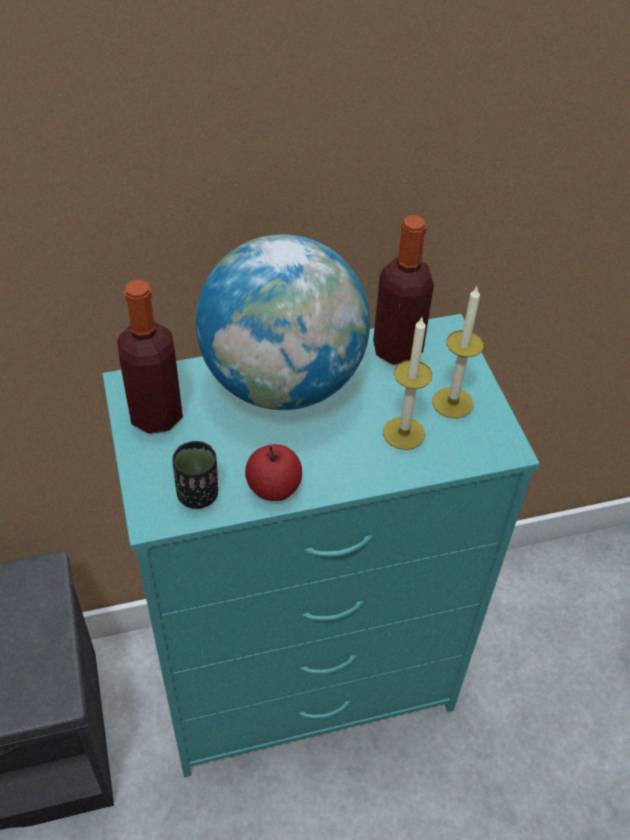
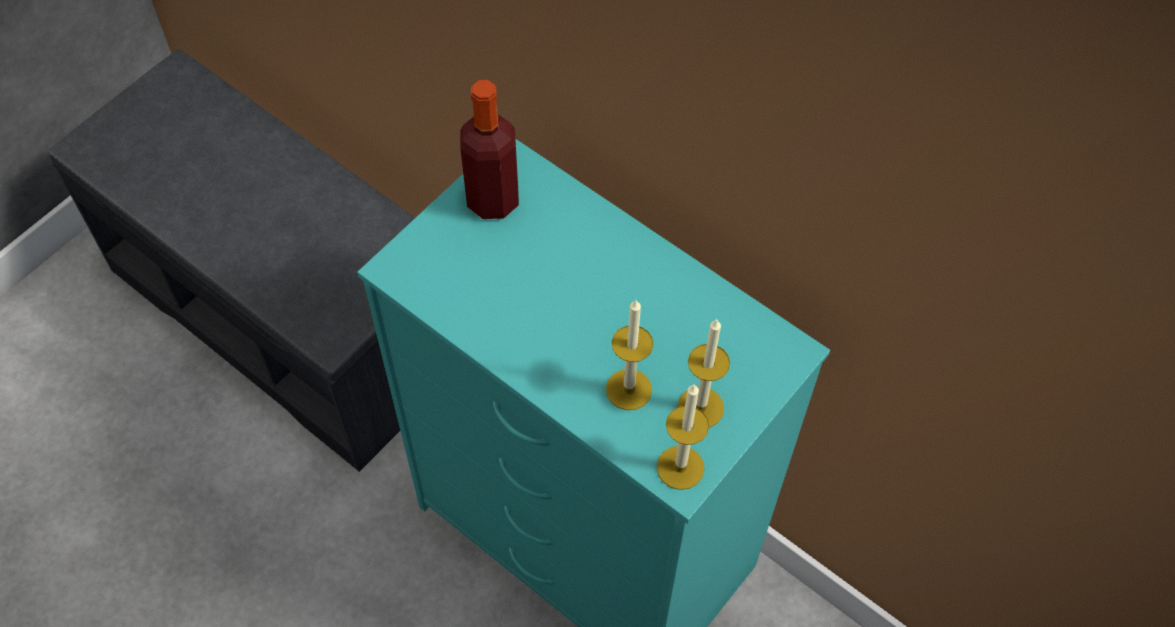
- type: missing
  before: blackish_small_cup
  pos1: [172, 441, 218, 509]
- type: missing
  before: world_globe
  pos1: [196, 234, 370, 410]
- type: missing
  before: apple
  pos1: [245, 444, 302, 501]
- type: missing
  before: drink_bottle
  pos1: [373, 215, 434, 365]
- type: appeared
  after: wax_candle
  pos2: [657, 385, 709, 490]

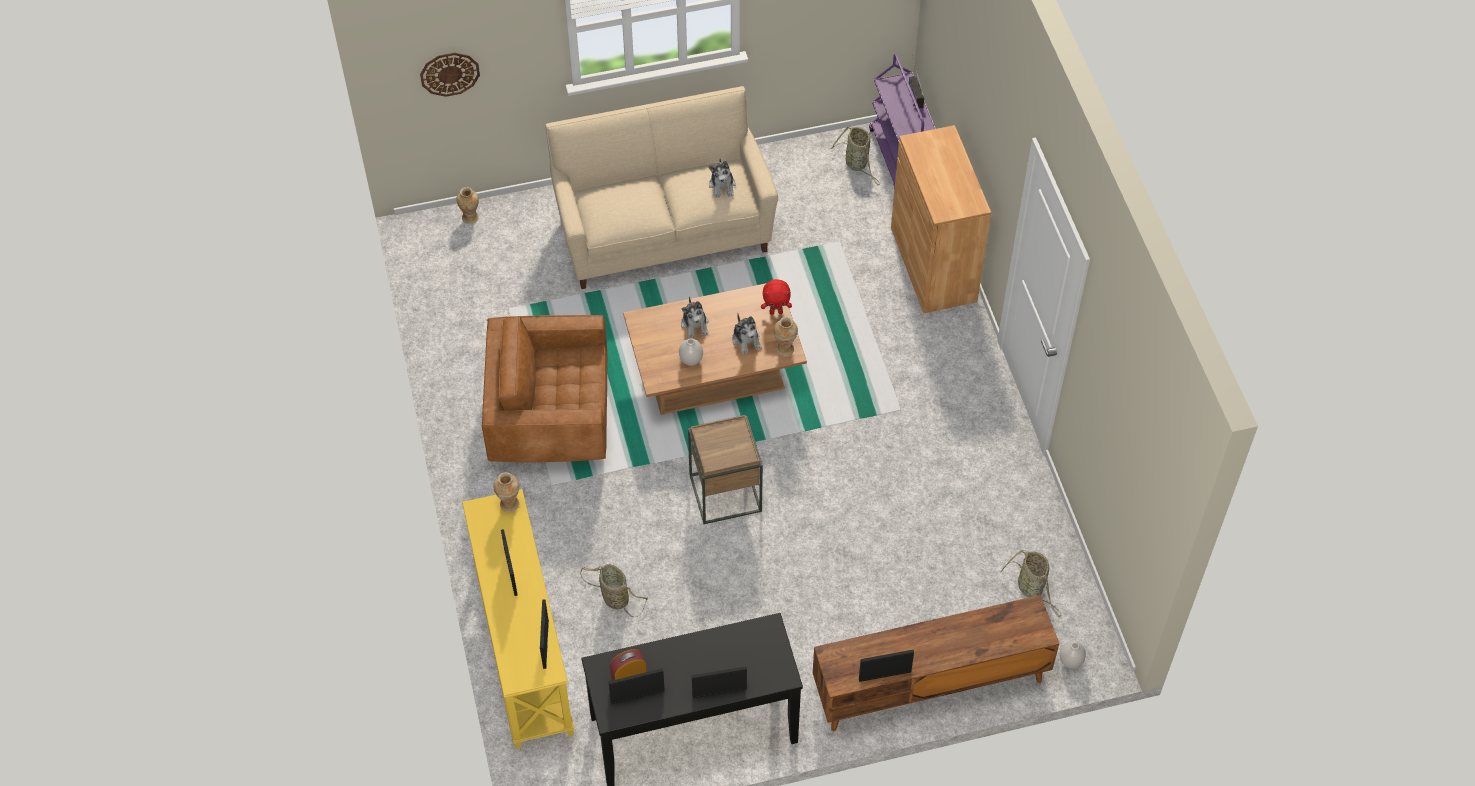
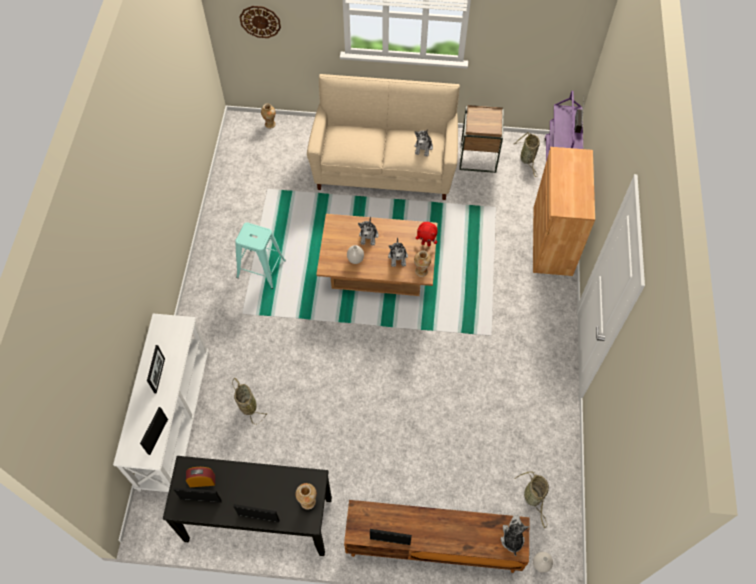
- type: colour
  before: yellow_narrow_table
  after: white_narrow_table
  pos1: [462, 489, 574, 749]
  pos2: [113, 313, 209, 492]
- type: exchanged
  before: brown_easy_chair
  after: turquoise-coloured_sitting_stool
  pos1: [482, 315, 608, 462]
  pos2: [235, 222, 286, 289]
- type: relocated
  before: flower_vase
  pos1: [493, 472, 519, 512]
  pos2: [295, 483, 317, 510]
- type: relocated
  before: brown_accent_table
  pos1: [688, 415, 763, 524]
  pos2: [459, 105, 504, 173]
- type: appeared
  after: plush_toy
  pos2: [501, 515, 529, 556]

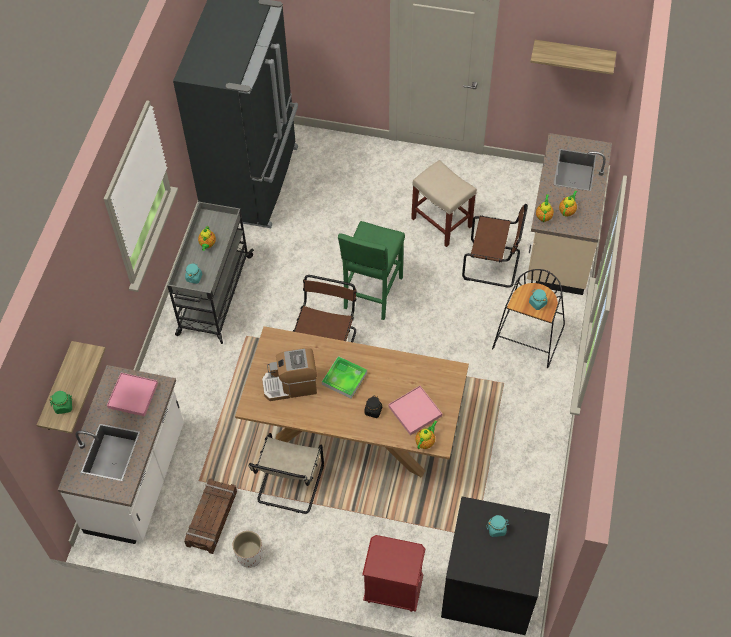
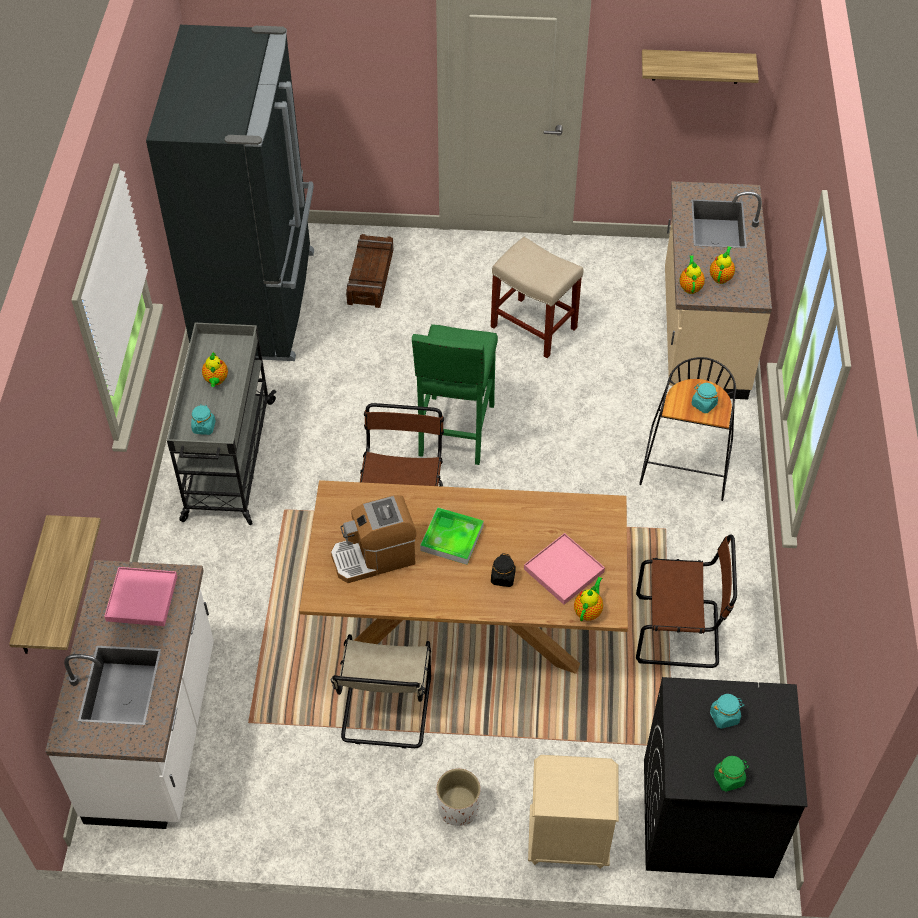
- type: relocated
  before: green-coloured_storage_jar
  pos1: [49, 391, 72, 414]
  pos2: [714, 756, 749, 792]
- type: relocated
  before: shipping_crate
  pos1: [184, 478, 237, 554]
  pos2: [346, 234, 393, 308]
- type: relocated
  before: white_plant_pot
  pos1: [232, 531, 263, 568]
  pos2: [436, 769, 480, 826]
- type: colour
  before: red-coloured_bedside_table
  after: beige-coloured_bedside_table
  pos1: [362, 535, 425, 612]
  pos2: [528, 755, 619, 869]
- type: relocated
  before: brown_chair
  pos1: [462, 204, 528, 288]
  pos2: [636, 534, 737, 668]

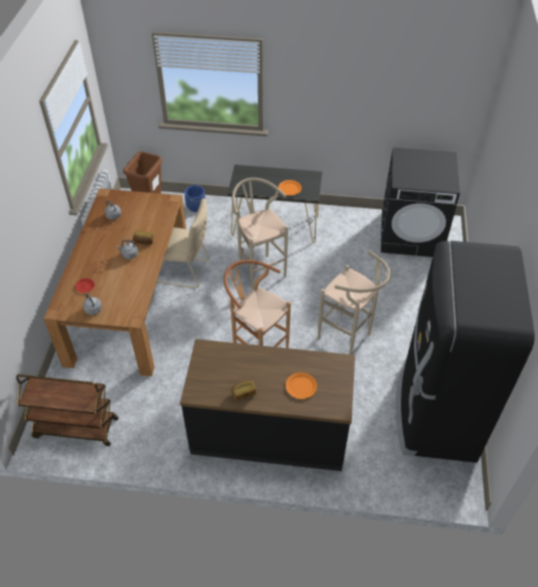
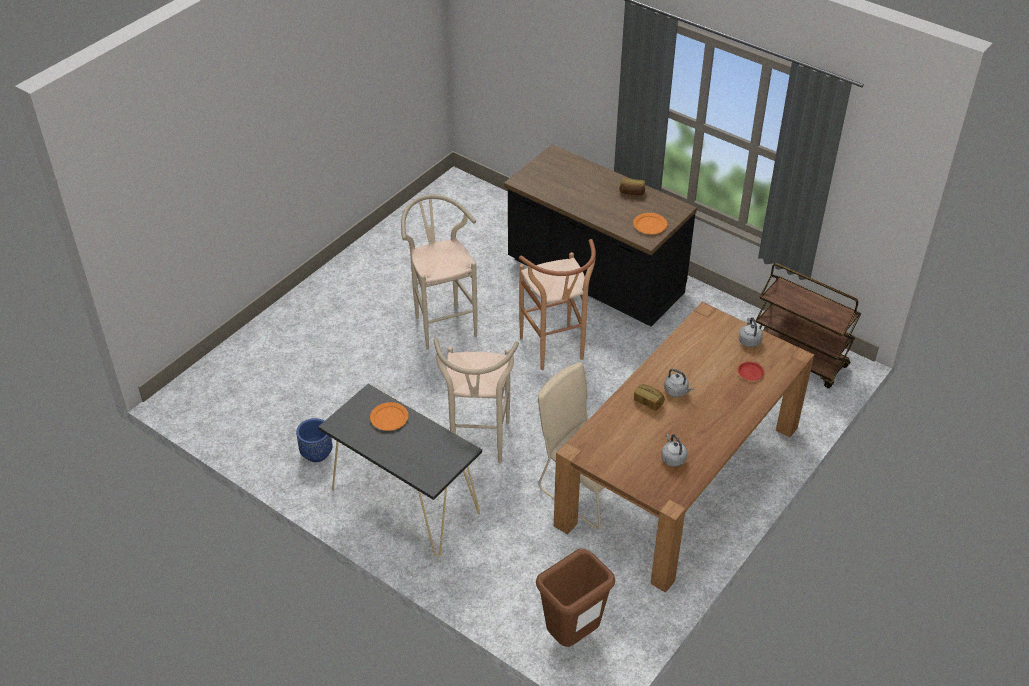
- type: relocated
  before: blue_plant_pot
  pos1: [184, 185, 205, 212]
  pos2: [296, 418, 333, 462]
- type: relocated
  before: orangey_dinner_plate
  pos1: [286, 372, 317, 399]
  pos2: [633, 213, 667, 234]
- type: missing
  before: blackish_laundry_appliance
  pos1: [381, 147, 460, 257]
- type: missing
  before: blackish_kitchen_fridge
  pos1: [396, 241, 535, 463]

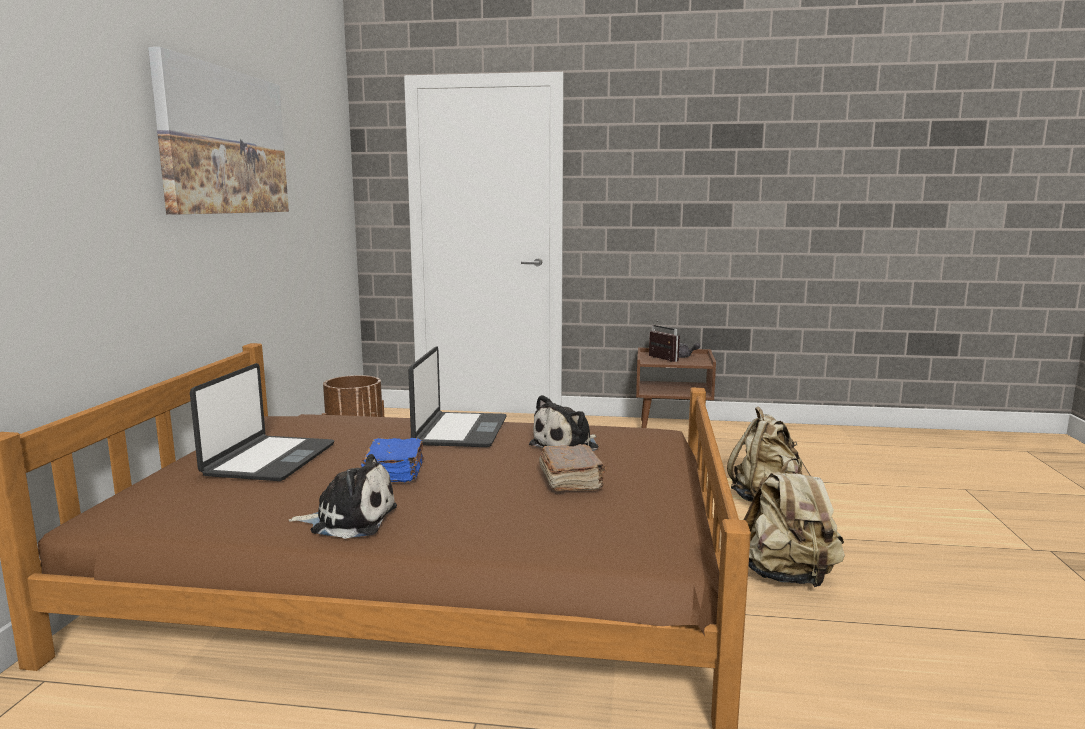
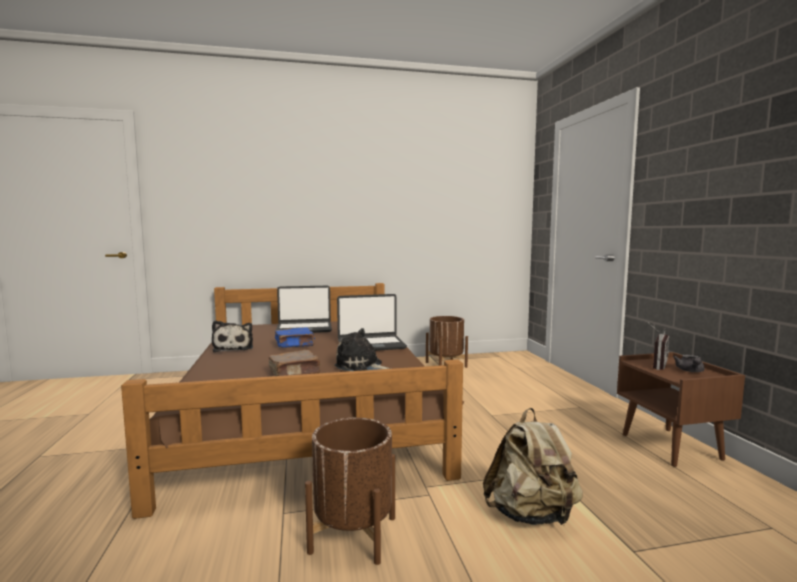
- type: missing
  before: picture
  pos1: [148, 47, 289, 214]
- type: exchanged
  before: beige-coloured_backpack
  after: brown_plant_pot
  pos1: [743, 458, 845, 587]
  pos2: [305, 418, 395, 565]

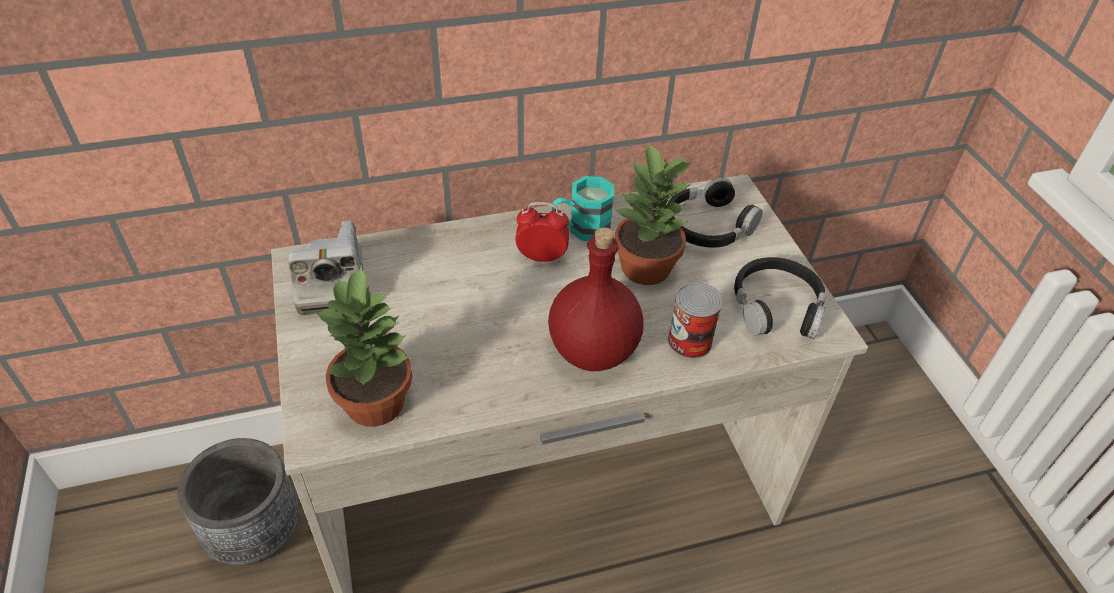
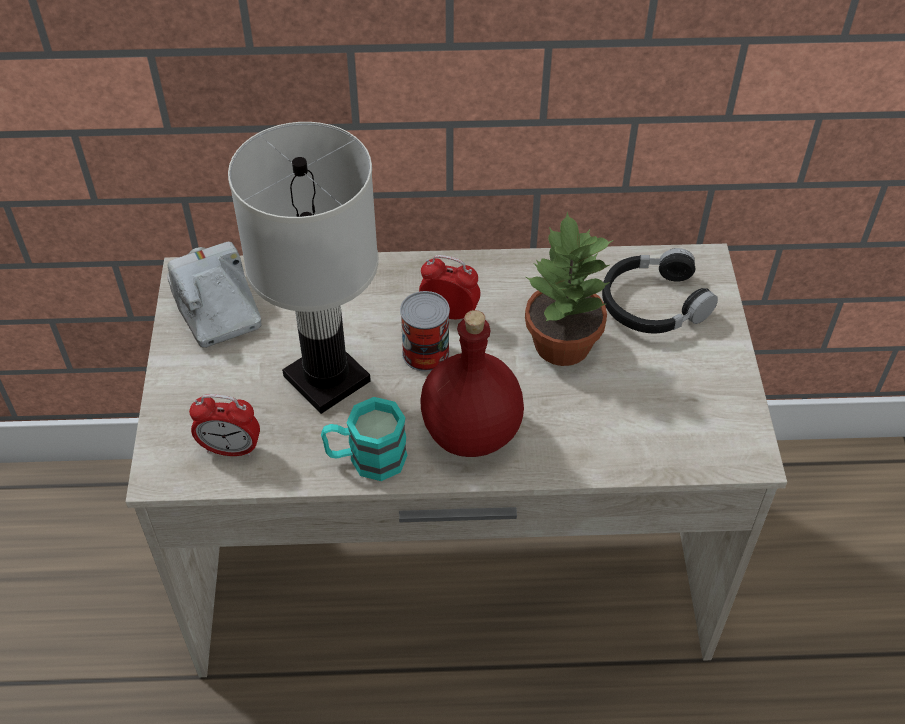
- type: missing
  before: greyish_plant_pot
  pos1: [177, 438, 299, 566]
- type: spun
  before: photo_camera
  pos1: [288, 221, 363, 315]
  pos2: [167, 242, 262, 348]
  turn: 150
- type: exchanged
  before: plant_in_a_pot
  after: alarm_clock
  pos1: [313, 265, 412, 427]
  pos2: [189, 394, 260, 457]
- type: relocated
  before: turquoise-coloured_coffee_mug
  pos1: [552, 176, 614, 241]
  pos2: [321, 397, 407, 481]
- type: relocated
  before: metal_can
  pos1: [668, 282, 723, 359]
  pos2: [400, 291, 450, 372]
- type: missing
  before: blackish_headset
  pos1: [734, 257, 826, 339]
- type: appeared
  after: white_lamp_for_a_table
  pos2: [228, 122, 378, 414]

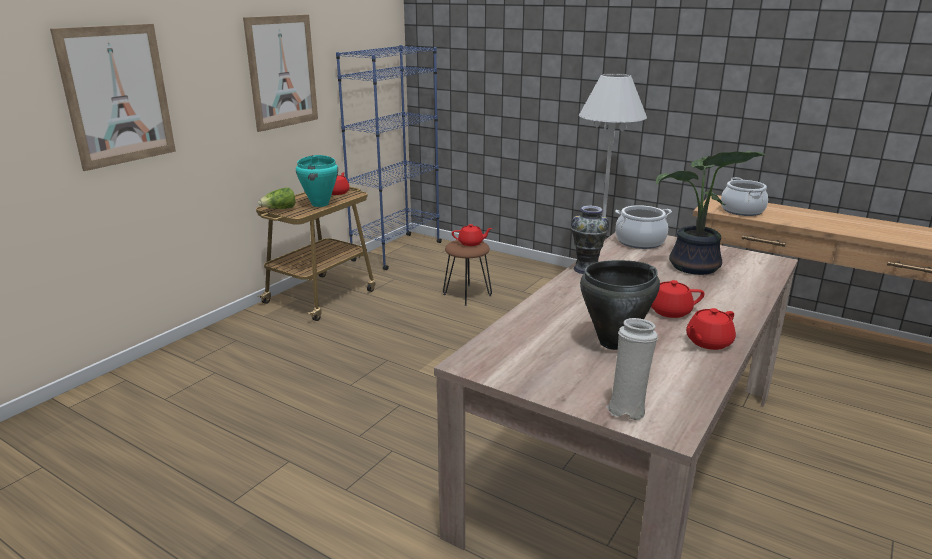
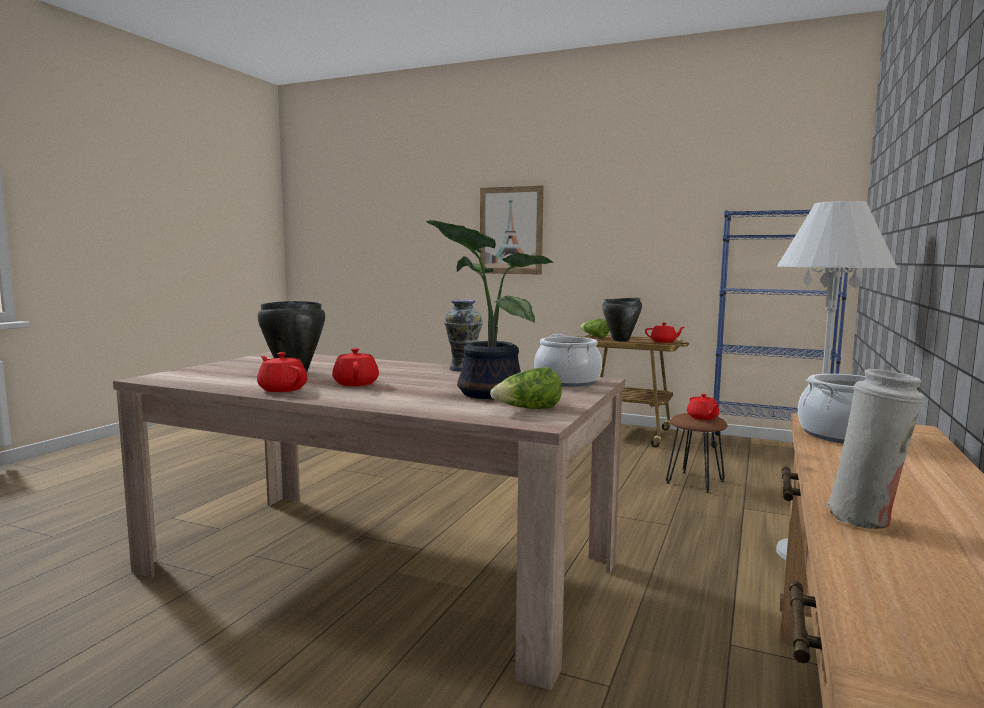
- type: missing
  before: picture
  pos1: [243, 14, 318, 132]
- type: colour
  before: turquoise-coloured_cooking_pot
  after: blackish_cooking_pot
  pos1: [296, 155, 338, 207]
  pos2: [602, 297, 642, 341]
- type: relocated
  before: white_flower_vase
  pos1: [606, 318, 658, 420]
  pos2: [824, 369, 924, 529]
- type: appeared
  after: head_of_lettuce
  pos2: [490, 367, 562, 409]

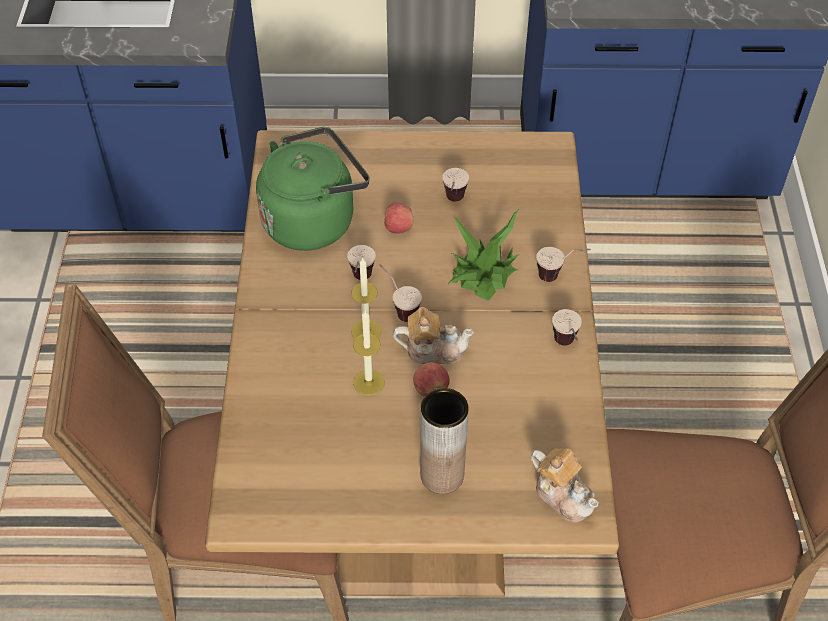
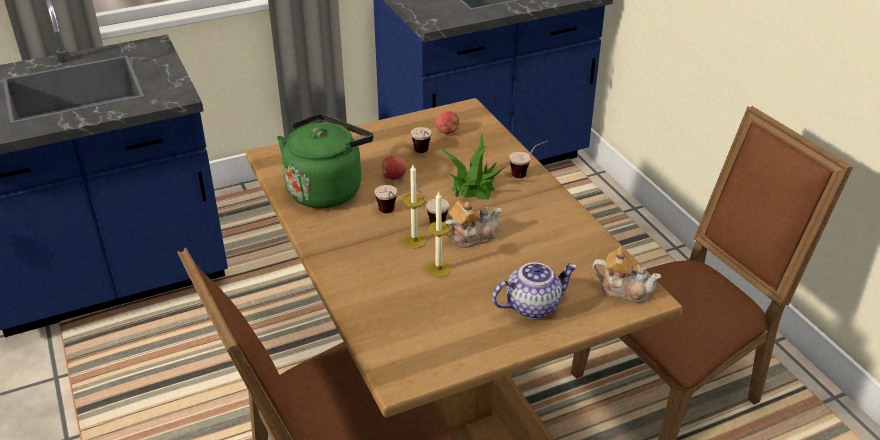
- type: relocated
  before: apple
  pos1: [413, 362, 449, 397]
  pos2: [435, 111, 459, 134]
- type: exchanged
  before: brown_flower_vase
  after: tea_pot
  pos1: [420, 388, 469, 494]
  pos2: [492, 262, 577, 319]
- type: missing
  before: small_cup
  pos1: [552, 309, 582, 346]

